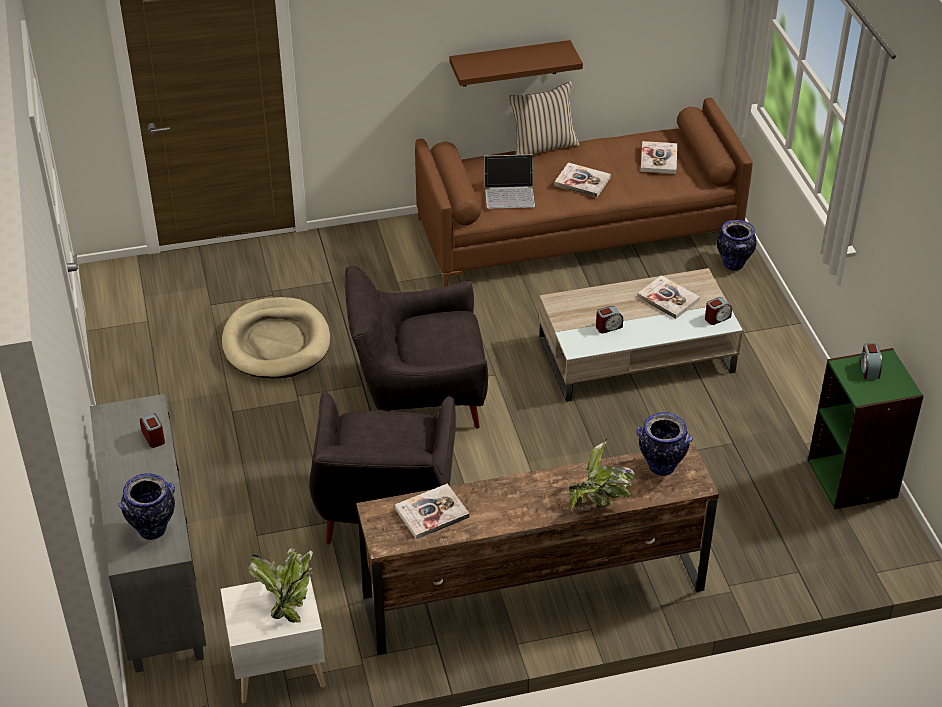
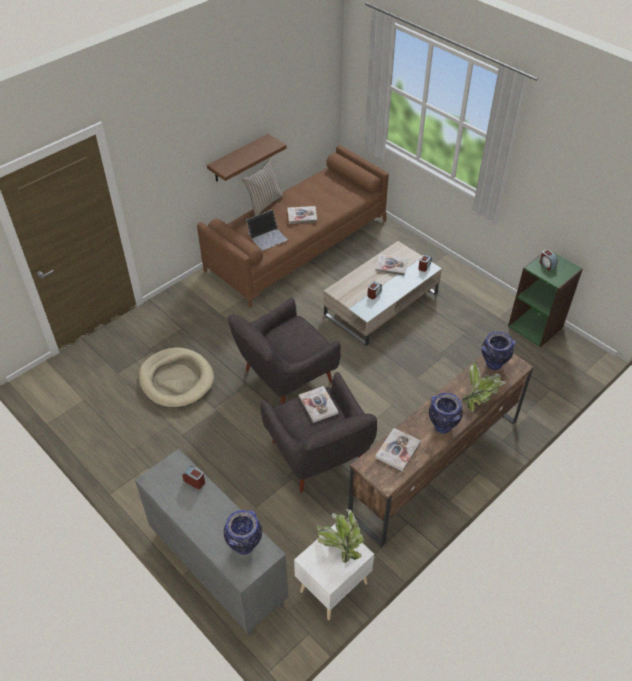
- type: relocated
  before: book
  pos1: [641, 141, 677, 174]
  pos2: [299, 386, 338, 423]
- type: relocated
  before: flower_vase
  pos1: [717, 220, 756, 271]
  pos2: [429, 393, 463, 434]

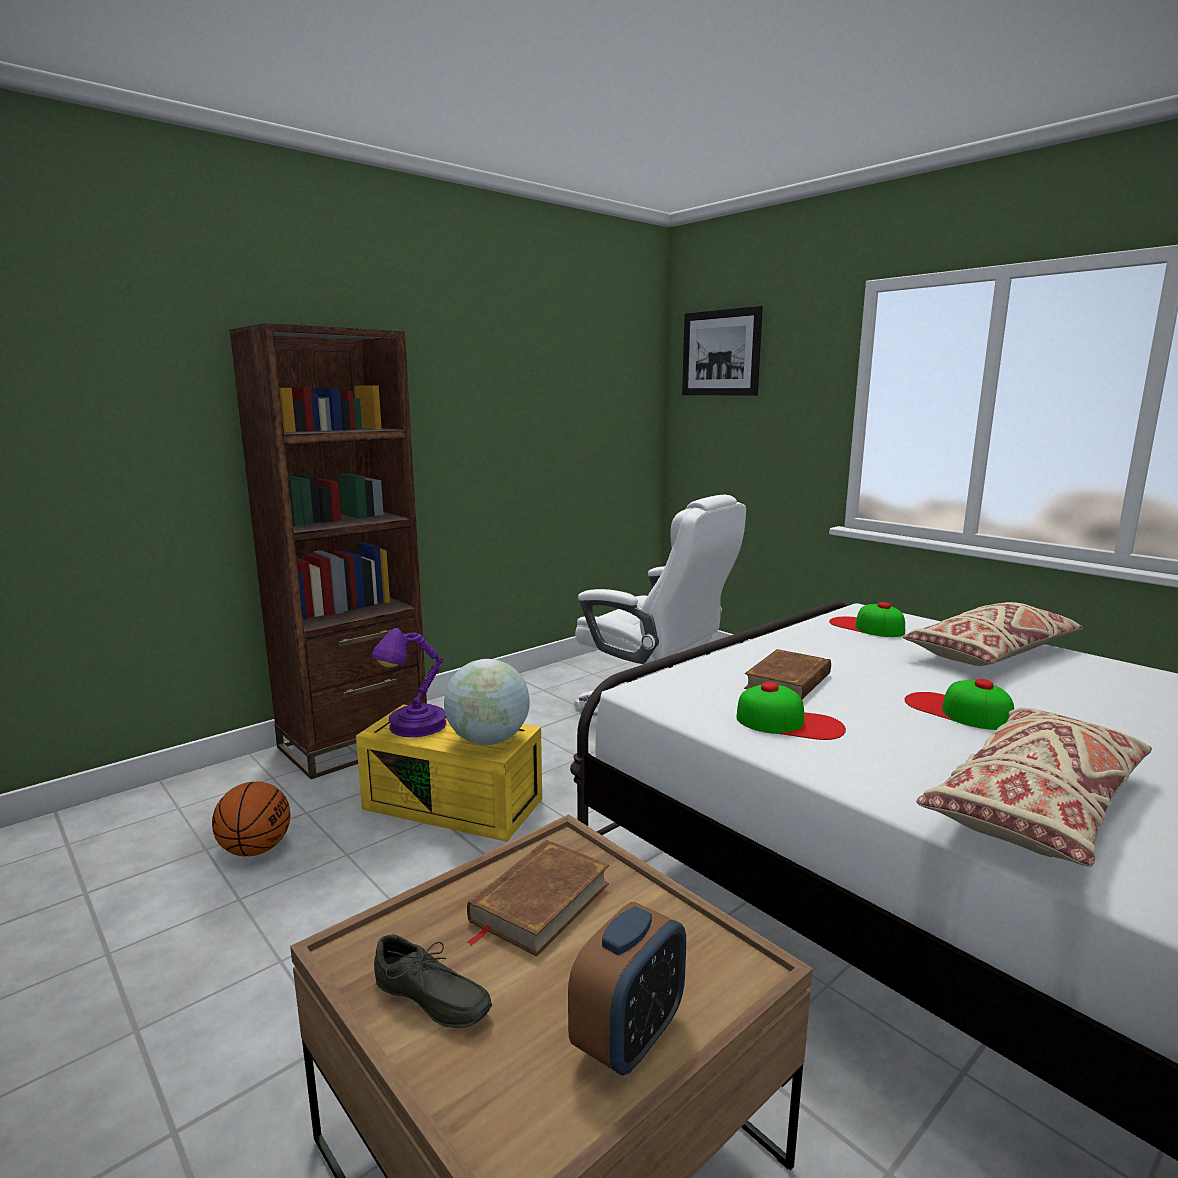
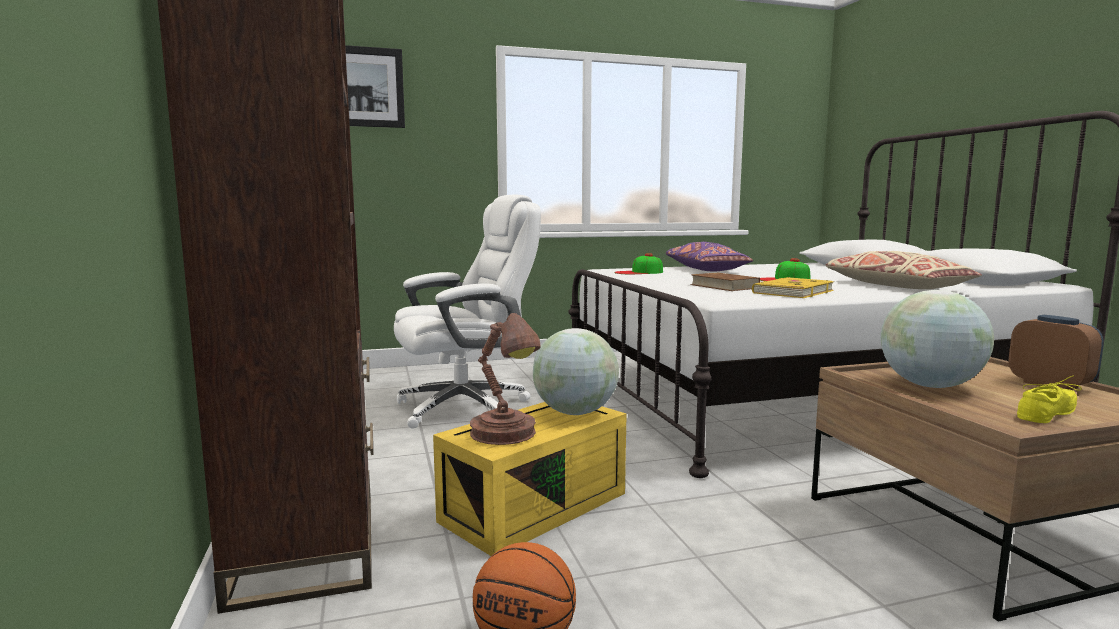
- type: colour
  before: purplish_lamp_for_a_table
  after: brown_lamp_for_a_table
  pos1: [372, 628, 447, 737]
  pos2: [470, 313, 541, 445]
- type: colour
  before: greyish_shoe
  after: yellow_shoe
  pos1: [374, 934, 492, 1028]
  pos2: [1017, 375, 1082, 423]
- type: exchanged
  before: brown_book
  after: world_globe
  pos1: [466, 840, 609, 956]
  pos2: [881, 290, 994, 388]
- type: exchanged
  before: peaked_cap
  after: yellow_book
  pos1: [736, 682, 846, 740]
  pos2: [752, 277, 834, 298]
- type: colour
  before: beige-coloured_cushion
  after: purplish_cushion
  pos1: [903, 602, 1083, 666]
  pos2: [666, 242, 753, 272]

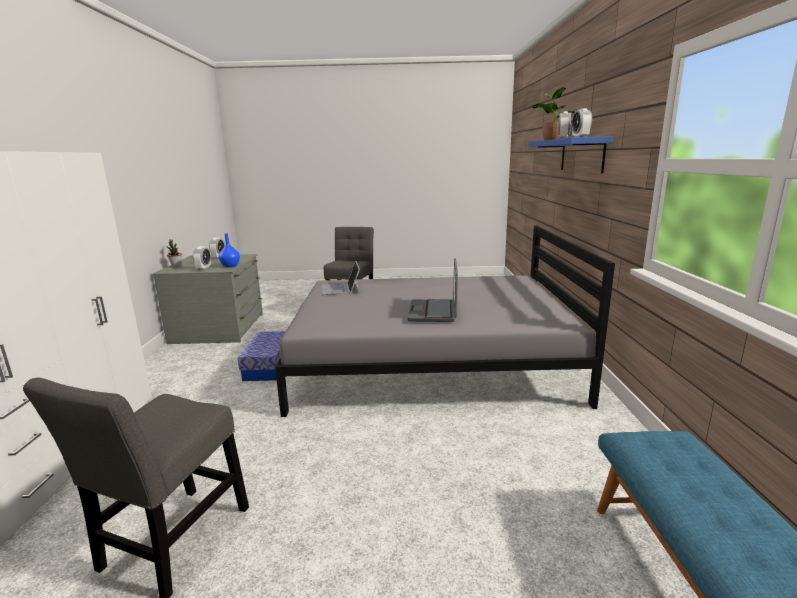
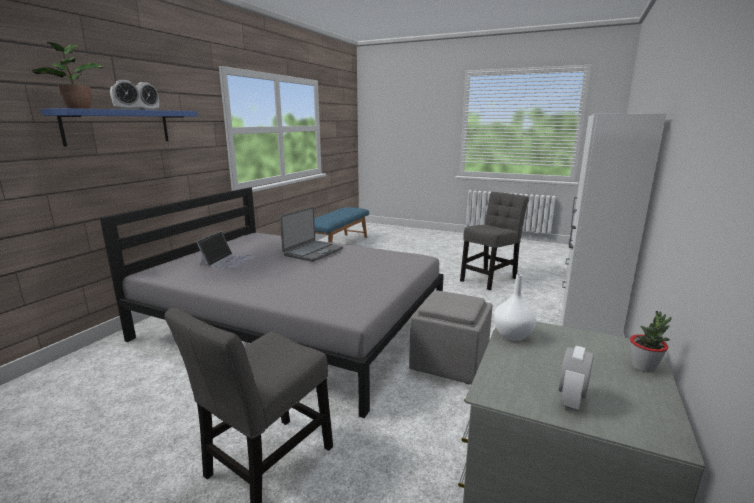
- type: missing
  before: alarm_clock
  pos1: [193, 246, 211, 270]
- type: colour
  before: blue_flower_vase
  after: white_flower_vase
  pos1: [218, 233, 240, 267]
  pos2: [494, 274, 536, 341]
- type: exchanged
  before: storage_container
  after: greyish_footrest
  pos1: [238, 331, 285, 381]
  pos2: [409, 291, 493, 384]
- type: relocated
  before: notebook_computer
  pos1: [322, 261, 360, 295]
  pos2: [196, 231, 255, 269]

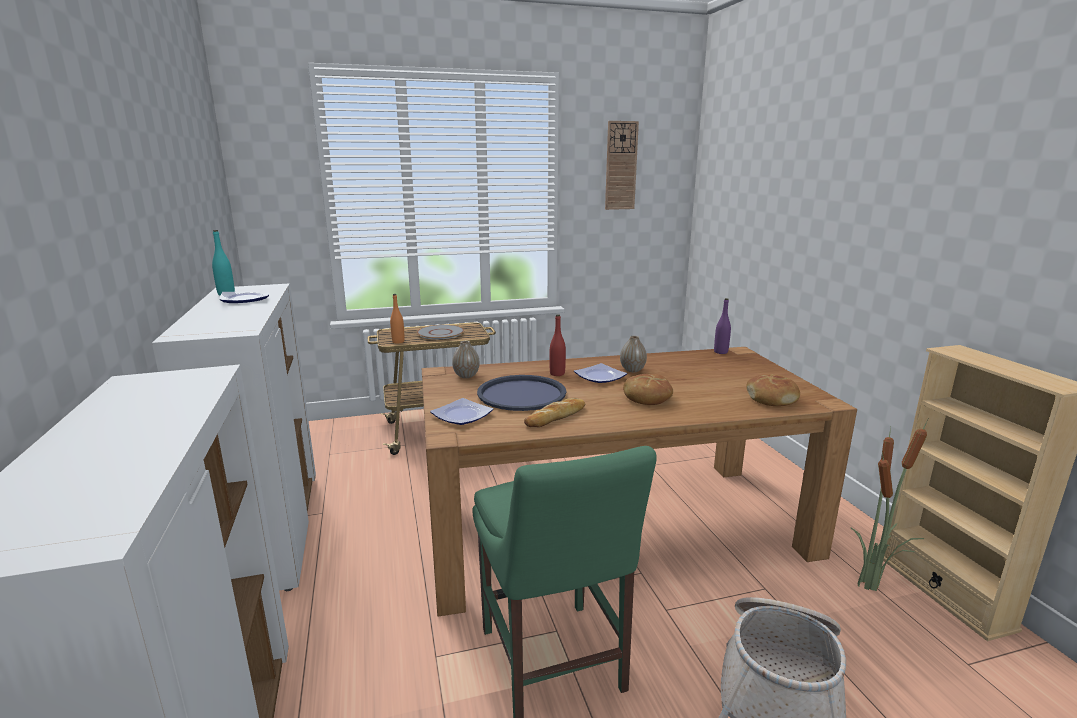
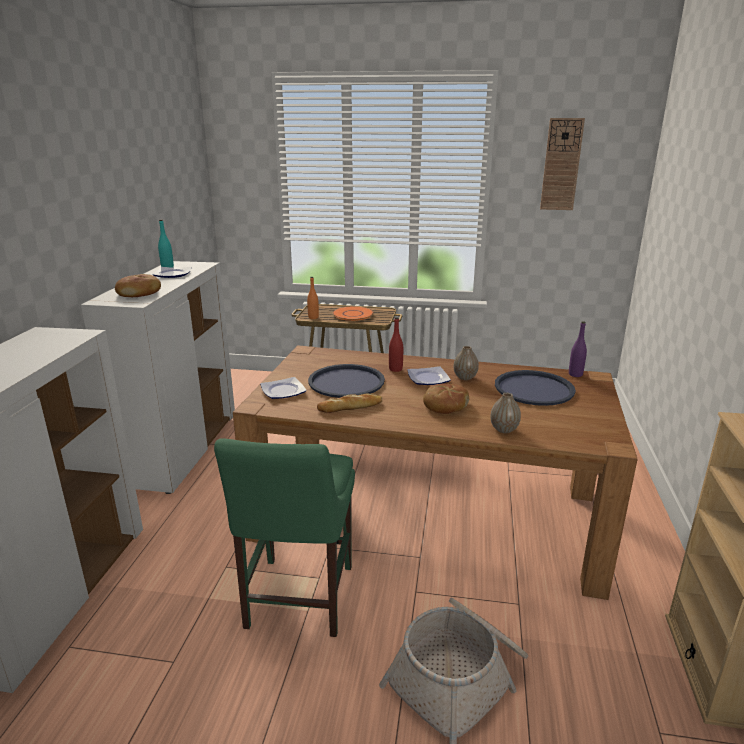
- type: colour
  before: greyish_dinner_plate
  after: orangey_dinner_plate
  pos1: [417, 325, 464, 339]
  pos2: [332, 306, 374, 321]
- type: relocated
  before: flower_vase
  pos1: [452, 341, 480, 378]
  pos2: [490, 393, 521, 433]
- type: relocated
  before: bakery_bread
  pos1: [746, 374, 800, 406]
  pos2: [115, 274, 161, 297]
- type: missing
  before: plant_in_a_pot
  pos1: [851, 420, 928, 591]
- type: appeared
  after: blue_carrying_tray
  pos2: [495, 370, 576, 406]

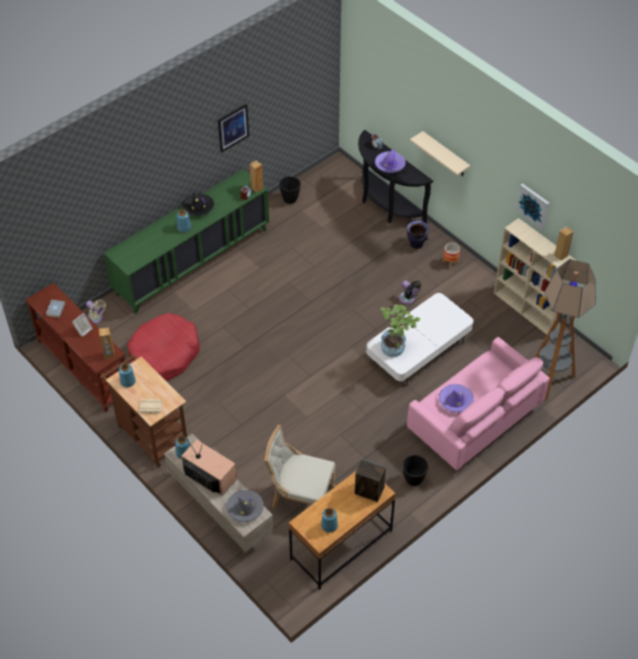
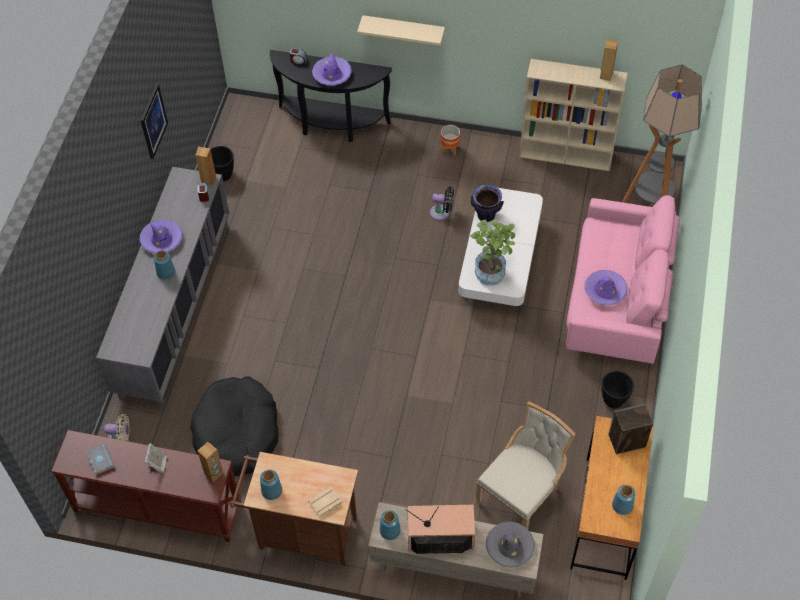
- type: colour
  before: green-coloured_cupboard
  after: greyish_cupboard
  pos1: [103, 169, 269, 314]
  pos2: [96, 167, 230, 407]
- type: colour
  before: red-coloured_dog_cushion
  after: blackish_dog_cushion
  pos1: [127, 313, 200, 381]
  pos2: [191, 376, 278, 476]
- type: colour
  before: blackish_wearable_hat
  after: purplish_wearable_hat
  pos1: [183, 192, 214, 216]
  pos2: [140, 219, 182, 253]
- type: spun
  before: beige-coloured_chair
  pos1: [265, 425, 335, 508]
  pos2: [474, 402, 575, 529]
  turn: 150
- type: relocated
  before: flower_vase
  pos1: [407, 220, 429, 249]
  pos2: [471, 185, 504, 222]
- type: missing
  before: picture
  pos1: [516, 183, 550, 230]

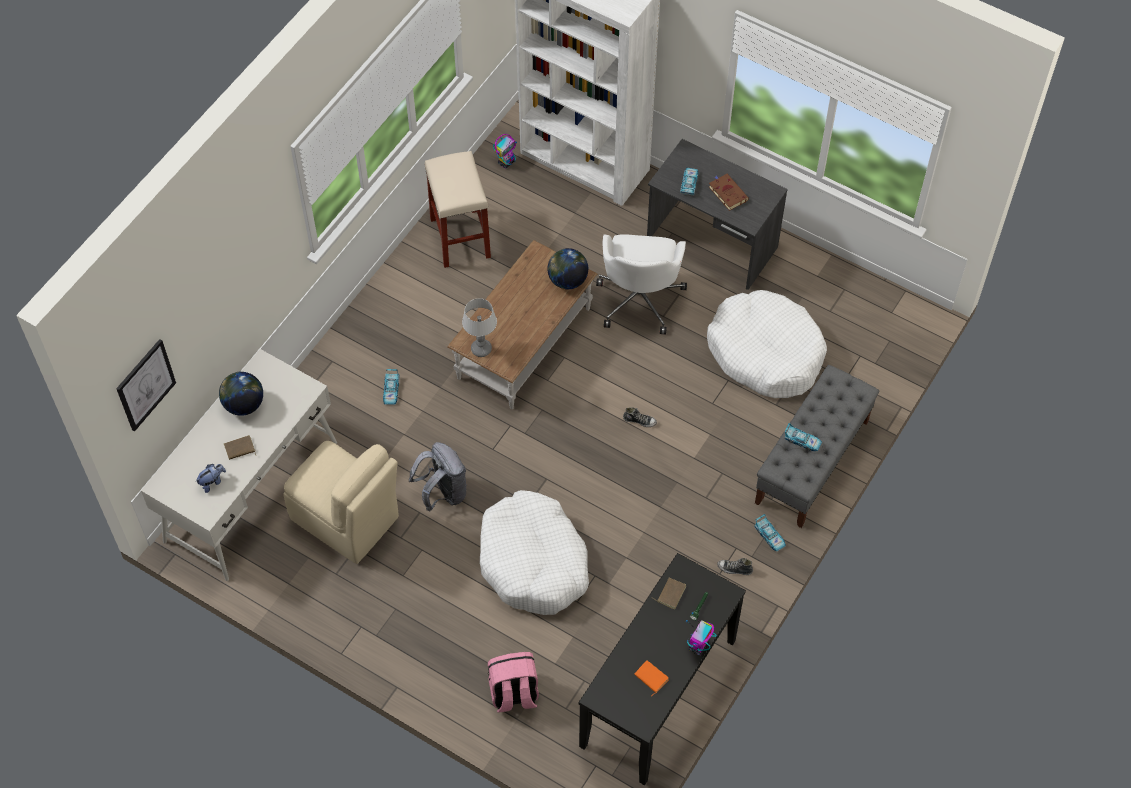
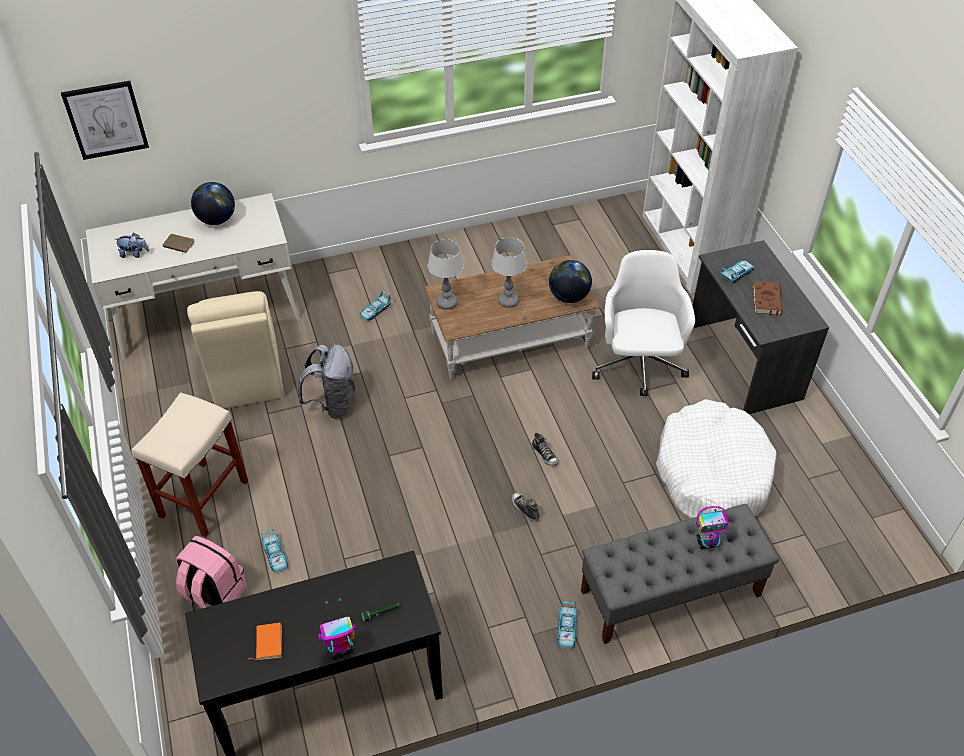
- type: relocated
  before: beige-coloured_sitting_stool
  pos1: [425, 151, 491, 268]
  pos2: [132, 392, 248, 537]
- type: missing
  before: white_dog_cushion
  pos1: [480, 490, 589, 615]
- type: relocated
  before: model_robot
  pos1: [493, 134, 517, 168]
  pos2: [696, 506, 729, 549]
- type: spun
  before: white_desk_chair
  pos1: [596, 234, 687, 335]
  pos2: [592, 250, 695, 396]
  turn: 135
- type: missing
  before: brown_book
  pos1: [653, 578, 686, 610]
- type: relocated
  before: shoe
  pos1: [717, 558, 753, 575]
  pos2: [511, 492, 540, 522]
- type: relocated
  before: toy_car
  pos1: [784, 423, 822, 451]
  pos2: [261, 529, 288, 572]
- type: appeared
  after: lamp_for_a_table
  pos2: [491, 238, 527, 308]

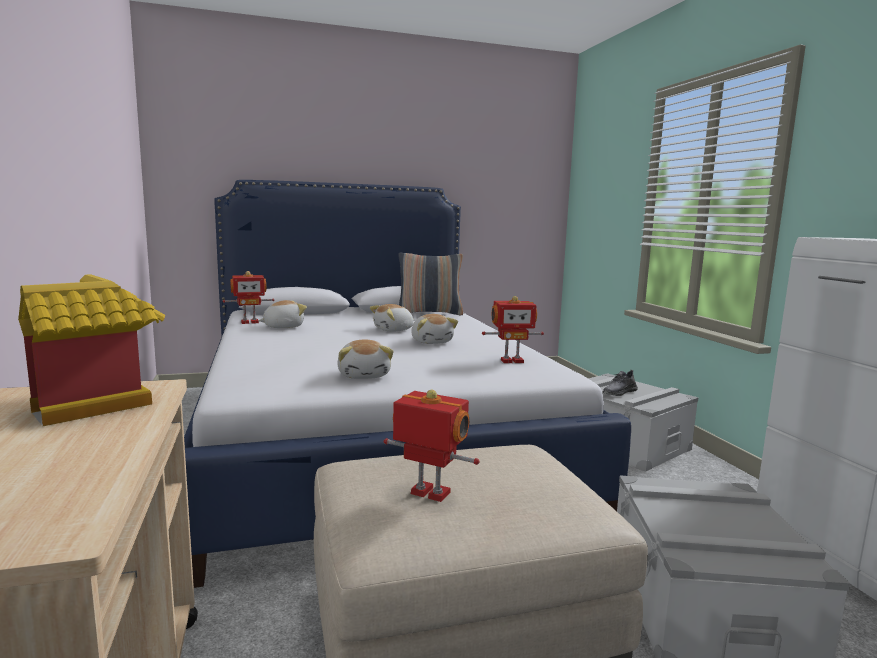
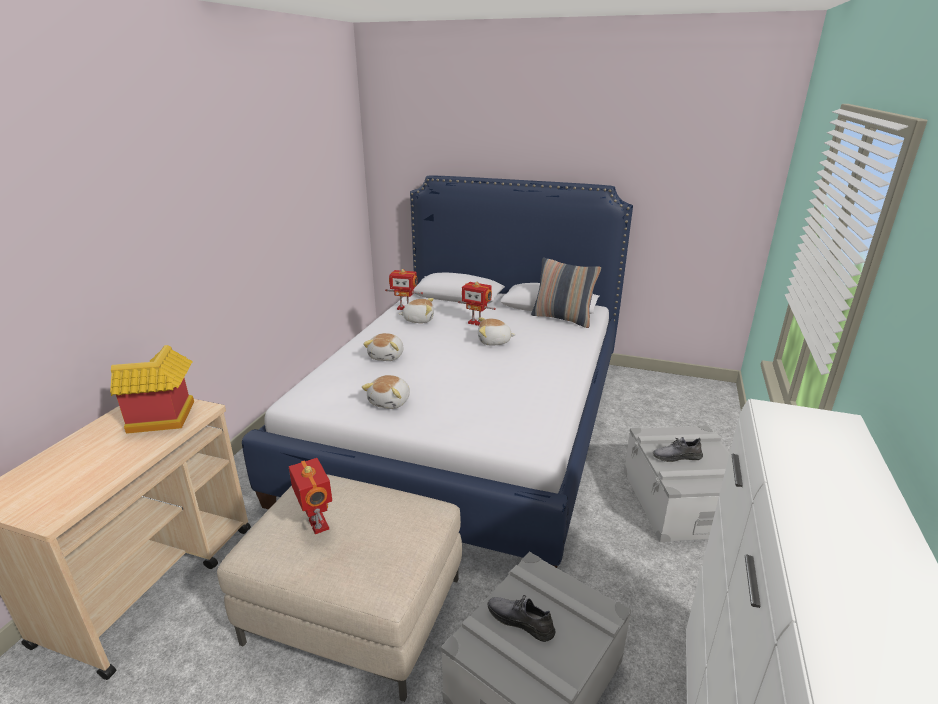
- type: relocated
  before: plush_toy
  pos1: [411, 314, 458, 344]
  pos2: [363, 333, 403, 361]
- type: relocated
  before: model_robot
  pos1: [482, 296, 544, 363]
  pos2: [458, 282, 496, 326]
- type: appeared
  after: greyish_shoe
  pos2: [487, 595, 555, 642]

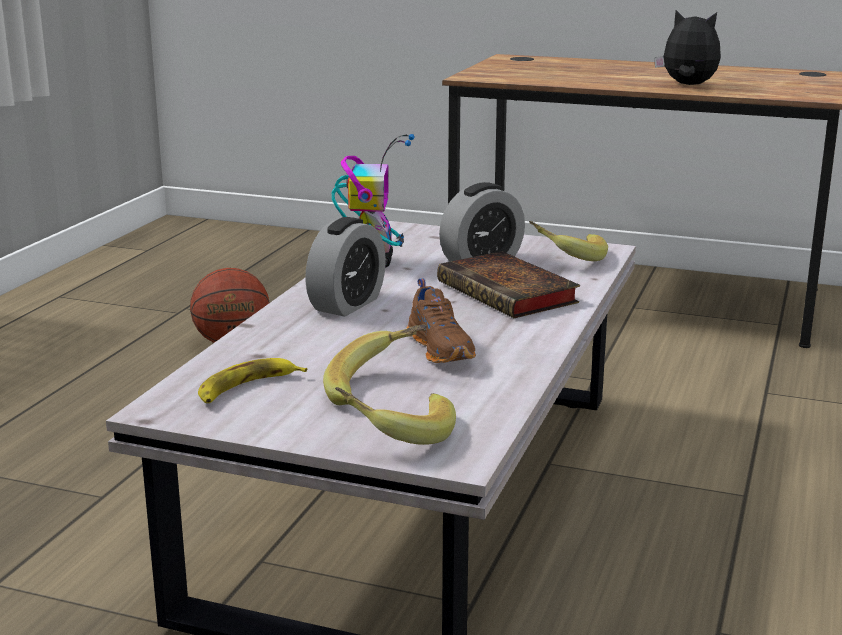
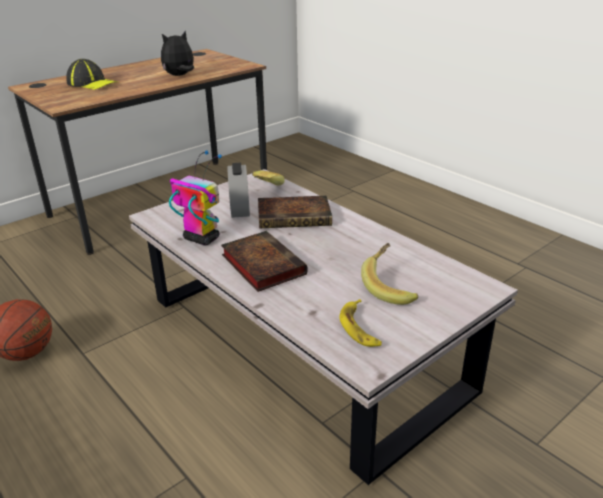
- type: exchanged
  before: alarm_clock
  after: book
  pos1: [305, 217, 386, 317]
  pos2: [221, 231, 308, 292]
- type: missing
  before: whole_banana
  pos1: [335, 387, 456, 445]
- type: missing
  before: brown_shoe
  pos1: [407, 278, 476, 363]
- type: appeared
  after: peaked_cap
  pos2: [66, 59, 119, 90]

